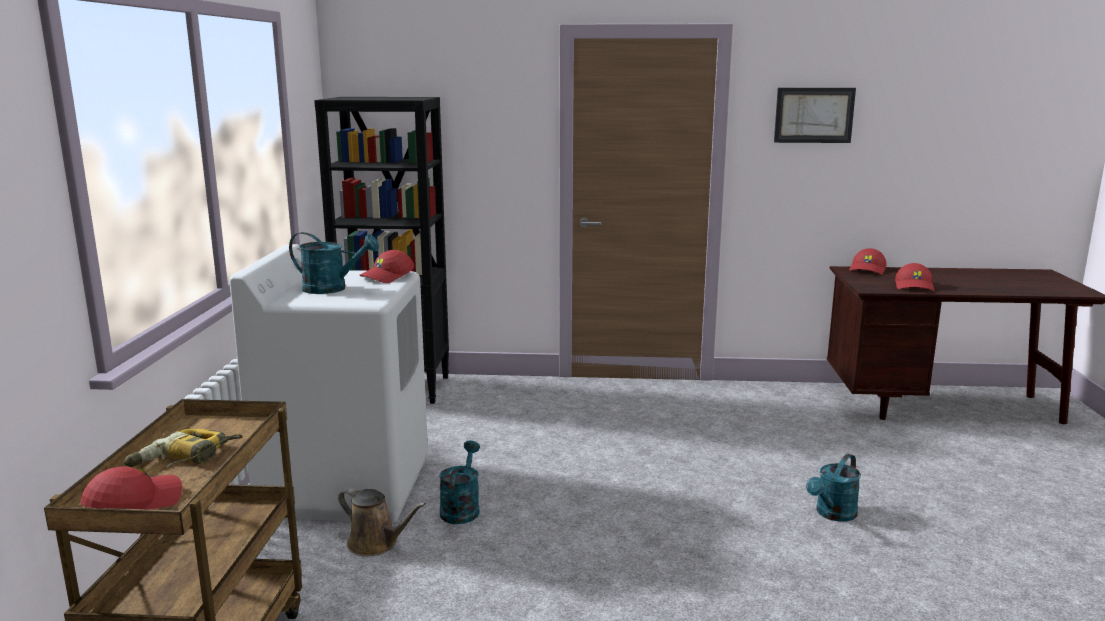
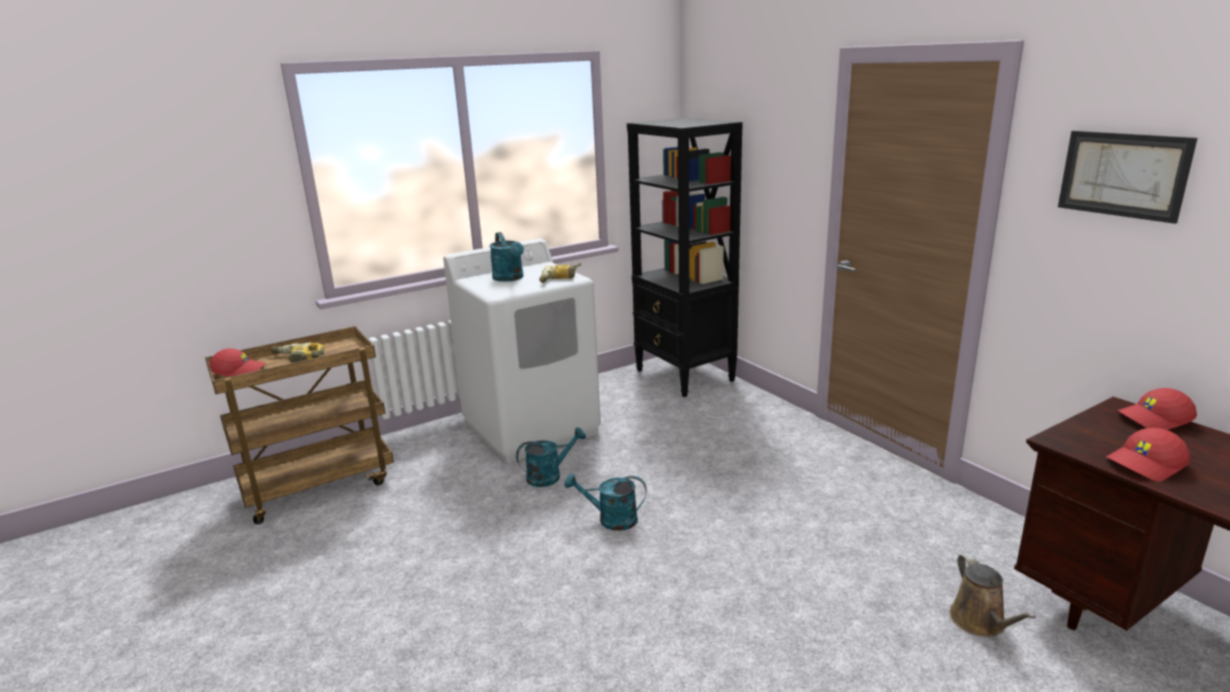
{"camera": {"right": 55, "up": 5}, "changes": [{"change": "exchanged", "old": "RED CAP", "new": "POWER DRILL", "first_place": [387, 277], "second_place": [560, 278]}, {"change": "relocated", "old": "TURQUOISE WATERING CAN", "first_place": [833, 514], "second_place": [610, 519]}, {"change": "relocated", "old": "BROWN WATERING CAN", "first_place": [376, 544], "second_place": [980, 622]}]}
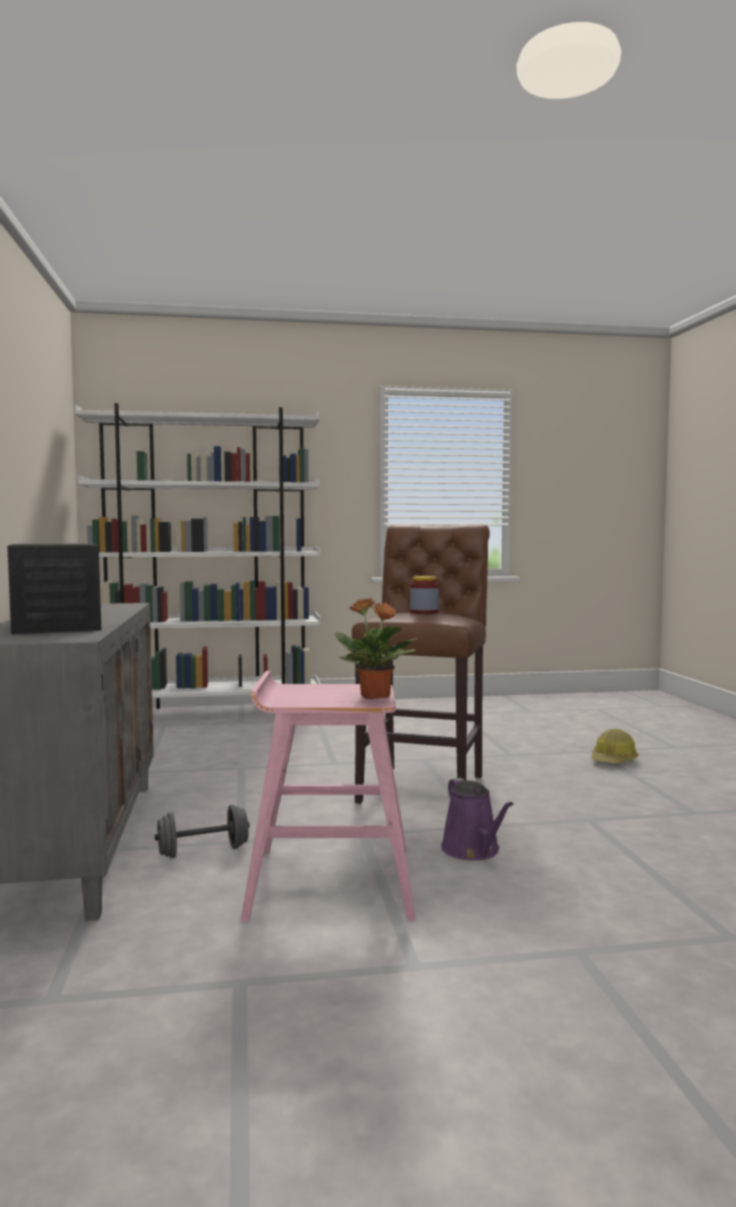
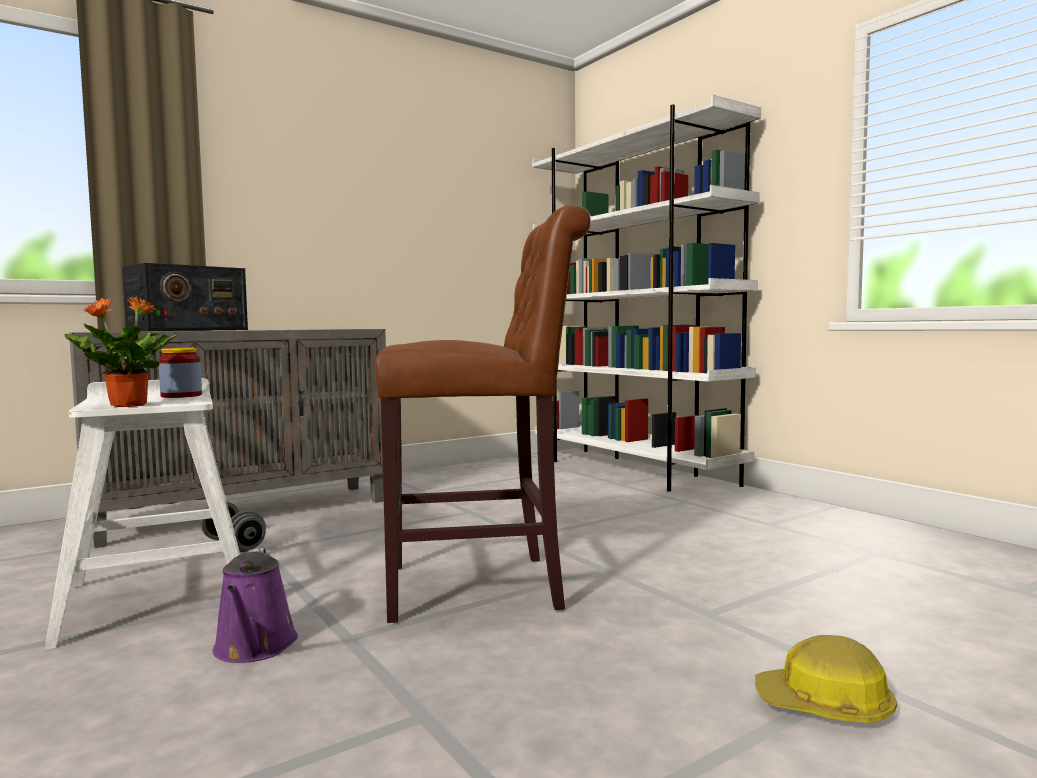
{"camera": {"right": 65, "up": 0}, "changes": [{"change": "colour", "old": "PINK STOOL", "new": "WHITE STOOL", "first_place": [329, 881], "second_place": [159, 597]}, {"change": "relocated", "old": "JAR", "first_place": [424, 612], "second_place": [181, 396]}, {"change": "spun", "old": "PURPLE WATERING CAN", "first_place": [473, 851], "second_place": [255, 648], "degrees": -60}]}
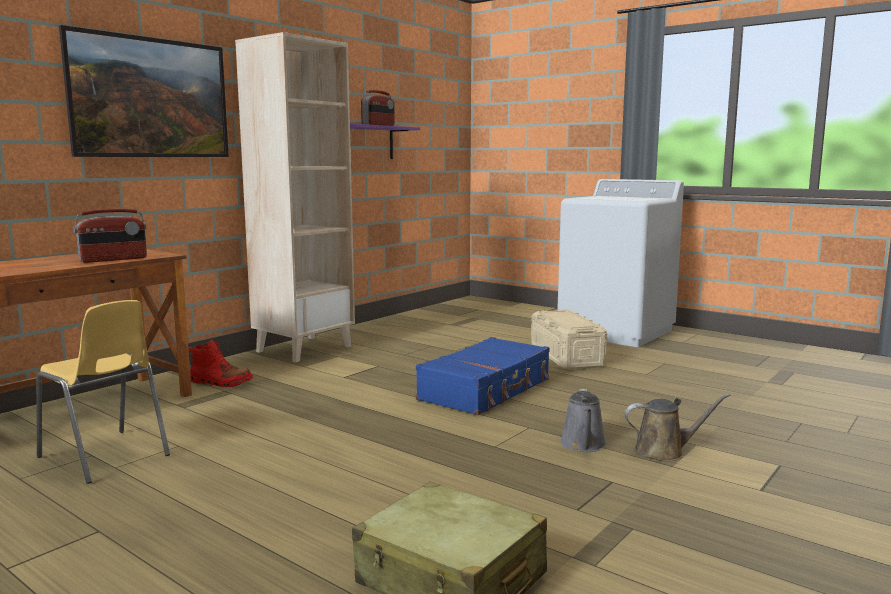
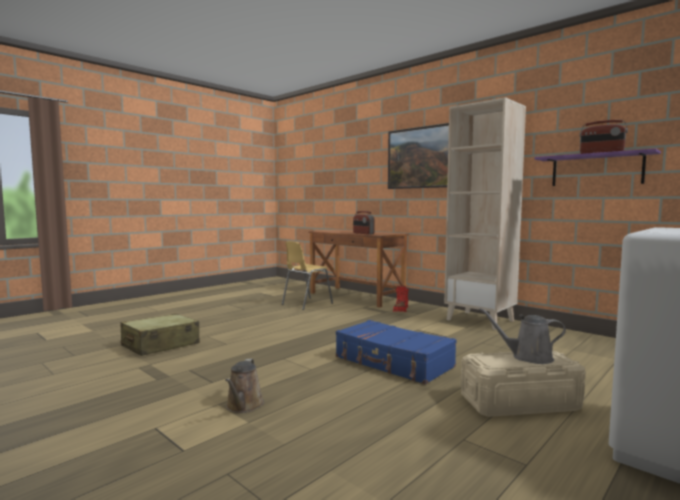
{"camera": {"right": 95, "up": -5}, "changes": [{"change": "relocated", "old": "GREY WATERING CAN", "first_place": [583, 445], "second_place": [528, 357]}]}
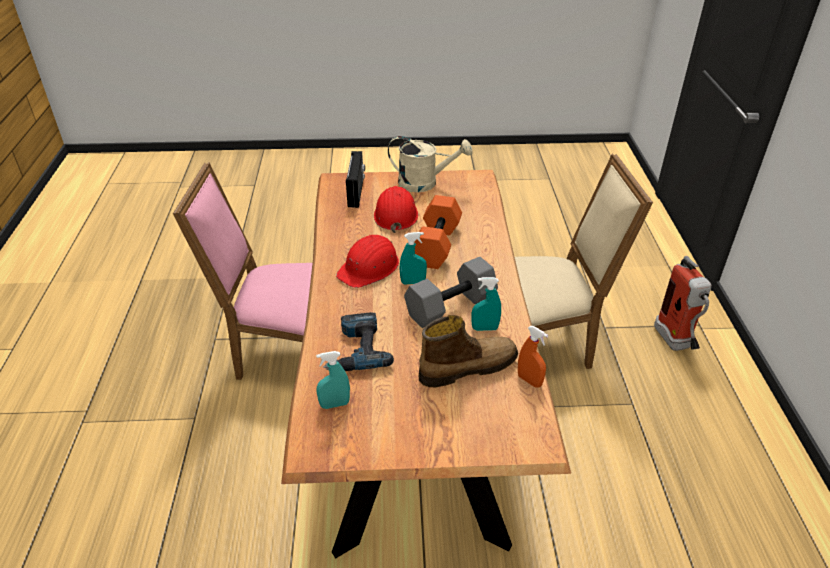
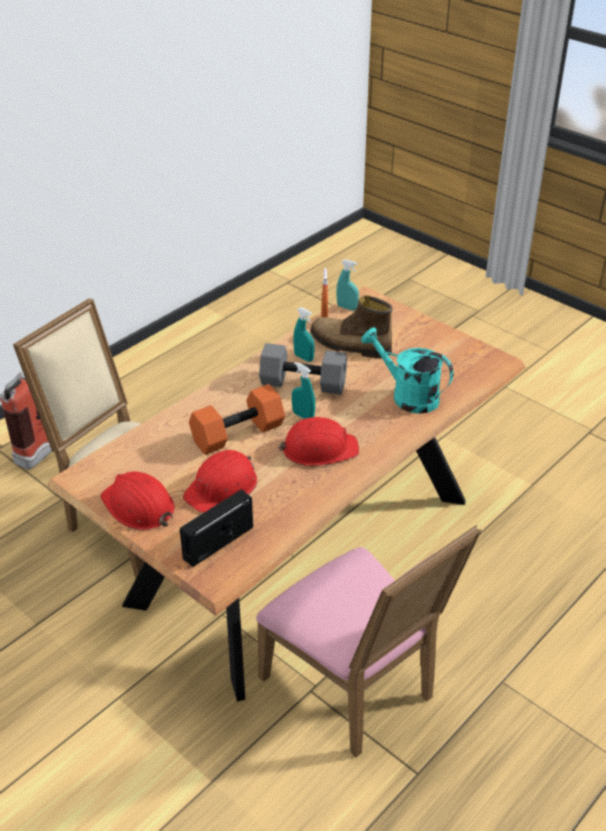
{"camera": {"right": -135, "up": 0}, "changes": [{"change": "exchanged", "old": "BEIGE WATERING CAN", "new": "RED HARD HAT", "first_place": [425, 183], "second_place": [138, 506]}, {"change": "relocated", "old": "TURQUOISE SPRAY BOTTLE", "first_place": [334, 404], "second_place": [347, 307]}, {"change": "exchanged", "old": "POWER DRILL", "new": "TURQUOISE WATERING CAN", "first_place": [356, 349], "second_place": [407, 395]}]}
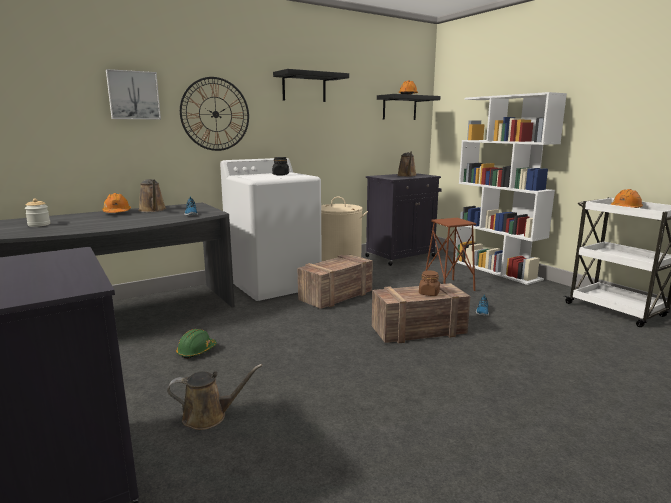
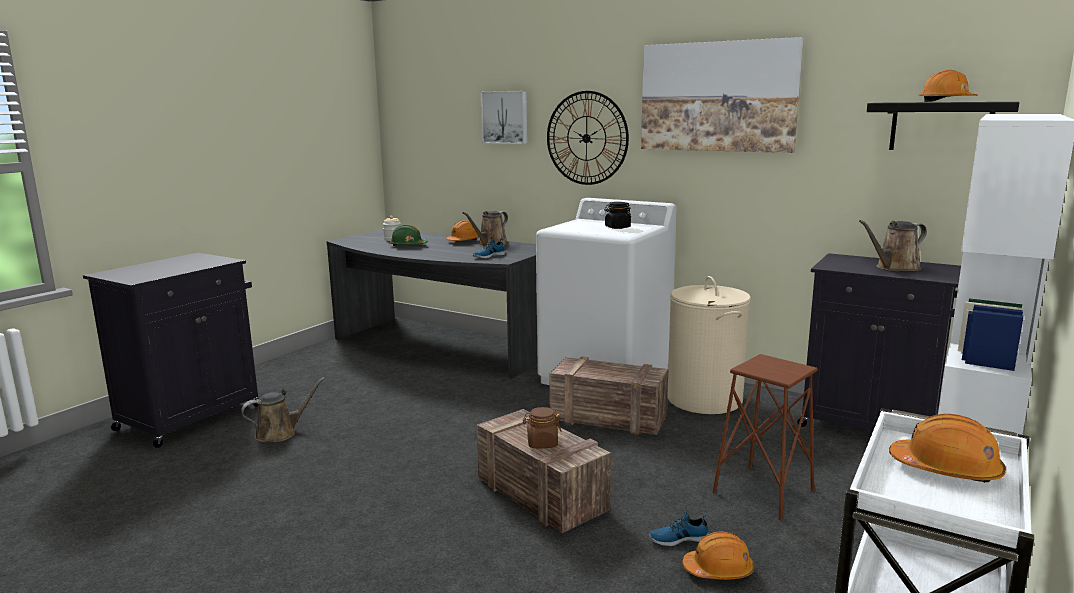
{"camera": {"right": 65, "up": 0}, "changes": [{"change": "spun", "old": "BROWN WATERING CAN", "first_place": [209, 416], "second_place": [280, 433], "degrees": -90}, {"change": "relocated", "old": "GREEN HARD HAT", "first_place": [196, 351], "second_place": [408, 246]}, {"change": "exchanged", "old": "BLACK SHELF", "new": "PICTURE", "first_place": [304, 87], "second_place": [718, 97]}, {"change": "appeared", "new": "ORANGE HARD HAT", "second_place": [718, 570]}]}
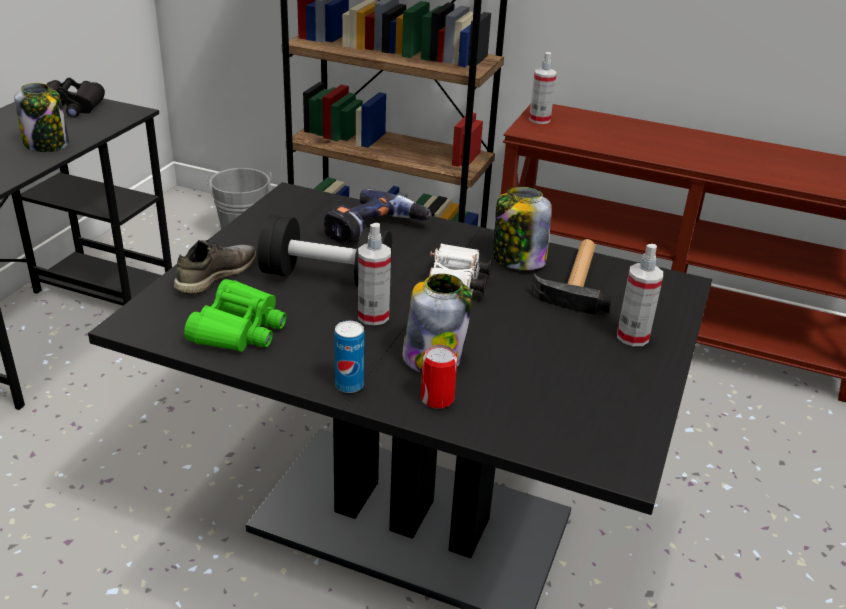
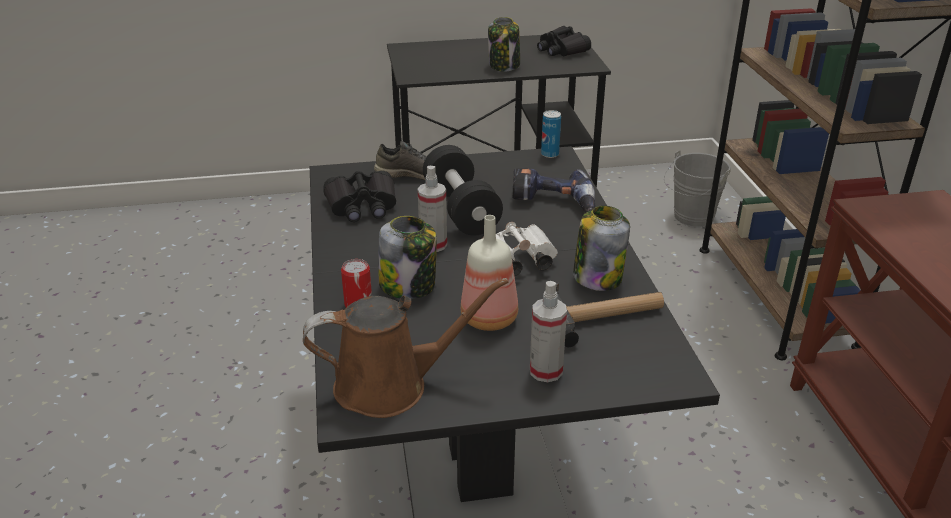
{"camera": {"right": 60, "up": 0}, "changes": [{"change": "appeared", "new": "BROWN WATERING CAN", "second_place": [390, 385]}, {"change": "colour", "old": "GREEN BINOCULARS", "new": "BLACK BINOCULARS", "first_place": [239, 329], "second_place": [362, 206]}, {"change": "appeared", "new": "BOTTLE", "second_place": [491, 318]}, {"change": "relocated", "old": "CAN", "first_place": [349, 385], "second_place": [550, 154]}, {"change": "missing", "old": "SPRAY BOTTLE", "first_place": [539, 120]}]}
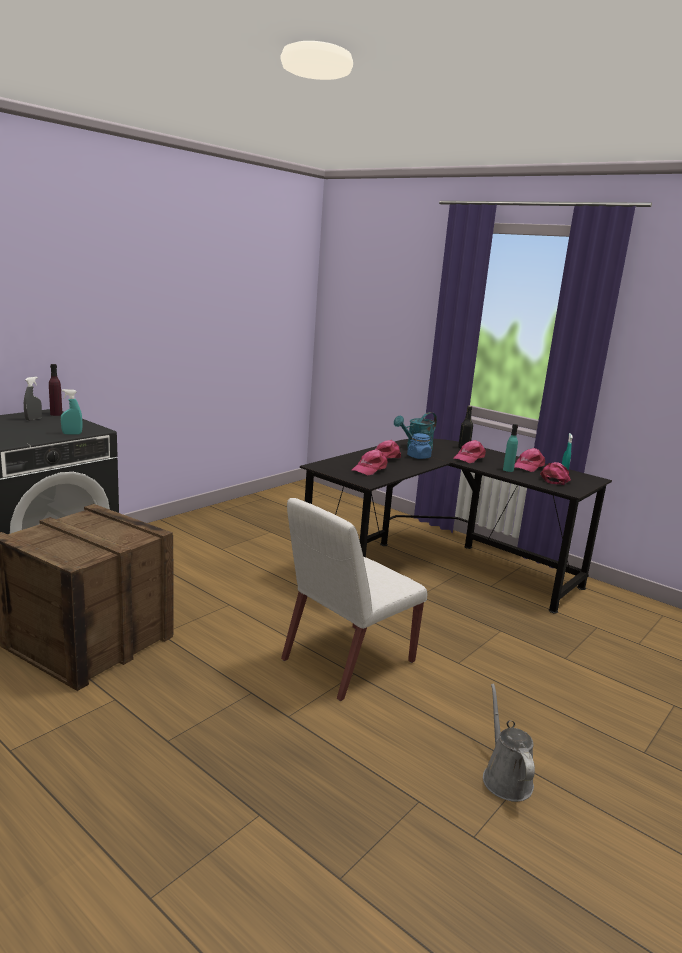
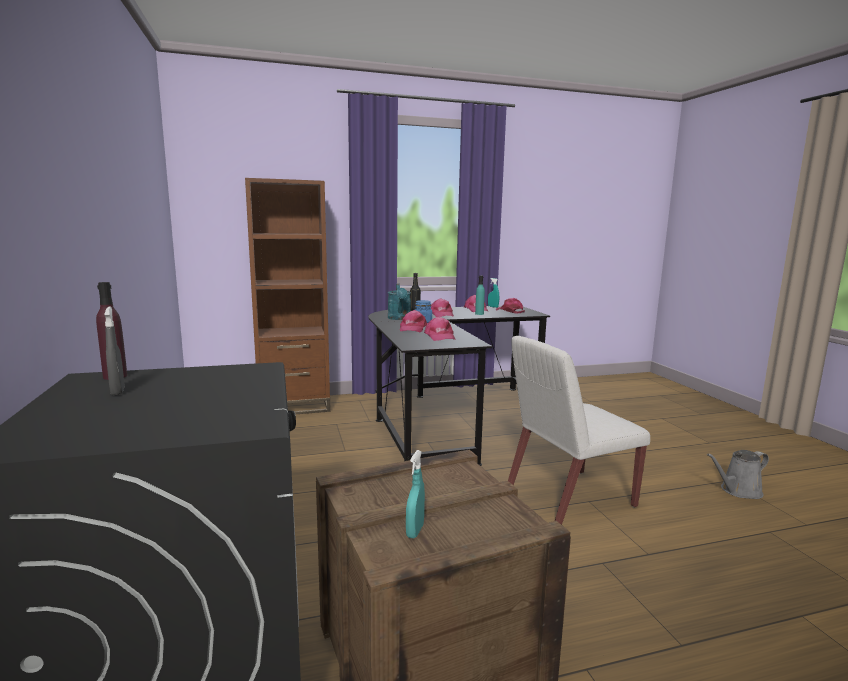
{"camera": {"right": -55, "up": -5}, "changes": [{"change": "appeared", "new": "BROWN BOOKCASE", "second_place": [294, 406]}, {"change": "relocated", "old": "TURQUOISE SPRAY BOTTLE", "first_place": [72, 434], "second_place": [415, 531]}, {"change": "spun", "old": "WHITE CHAIR", "first_place": [347, 661], "second_place": [568, 498], "degrees": 75}, {"change": "spun", "old": "GREY WATERING CAN", "first_place": [505, 778], "second_place": [738, 491], "degrees": -45}]}
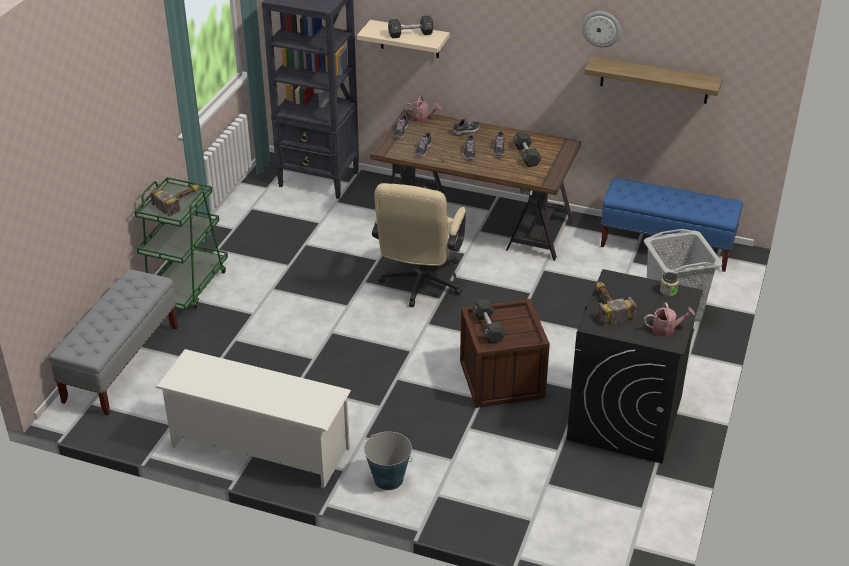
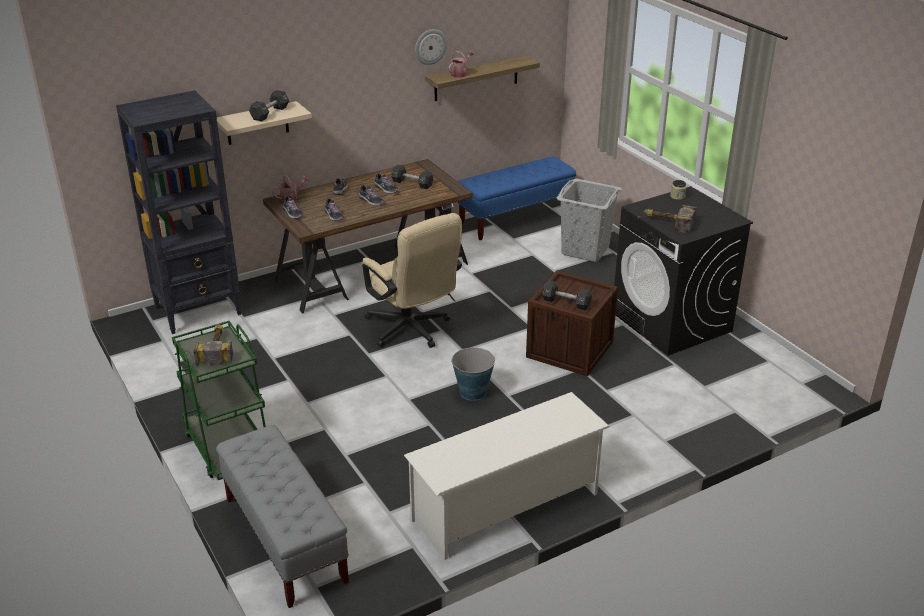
{"camera": {"right": -50, "up": -5}, "changes": [{"change": "relocated", "old": "WATERING CAN", "first_place": [667, 329], "second_place": [460, 74]}, {"change": "relocated", "old": "BUCKET", "first_place": [388, 479], "second_place": [472, 392]}]}
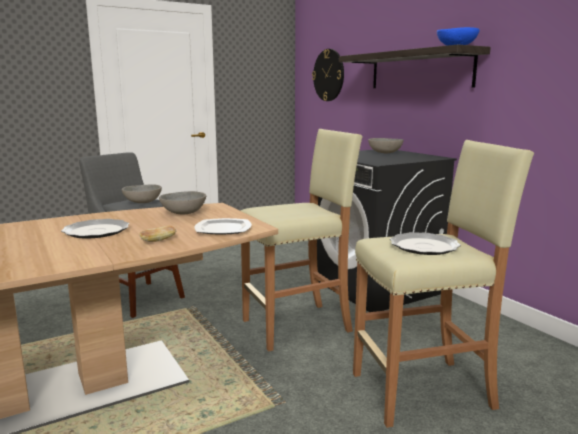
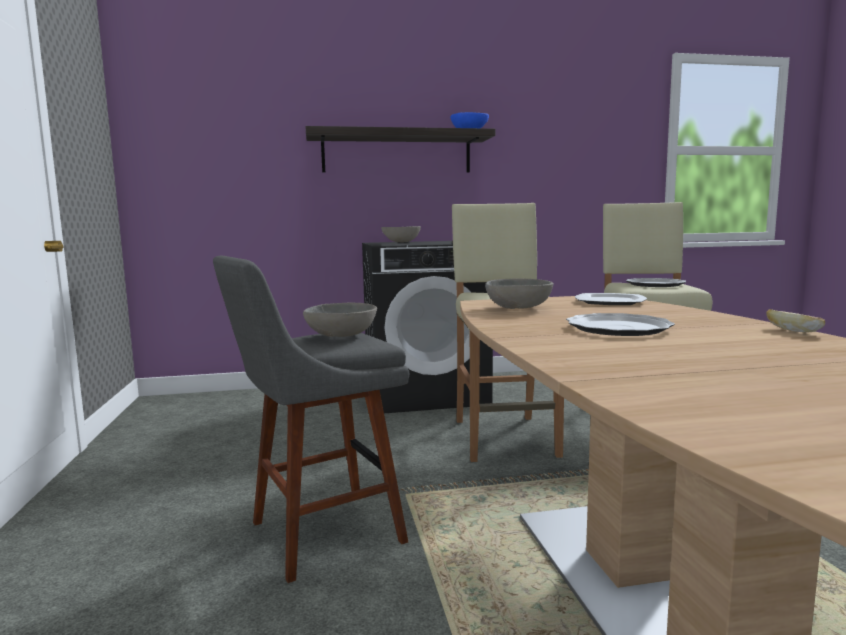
{"camera": {"right": -70, "up": -5}, "changes": [{"change": "relocated", "old": "BREAD", "first_place": [158, 240], "second_place": [793, 331]}, {"change": "missing", "old": "WALL CLOCK", "first_place": [329, 75]}]}
